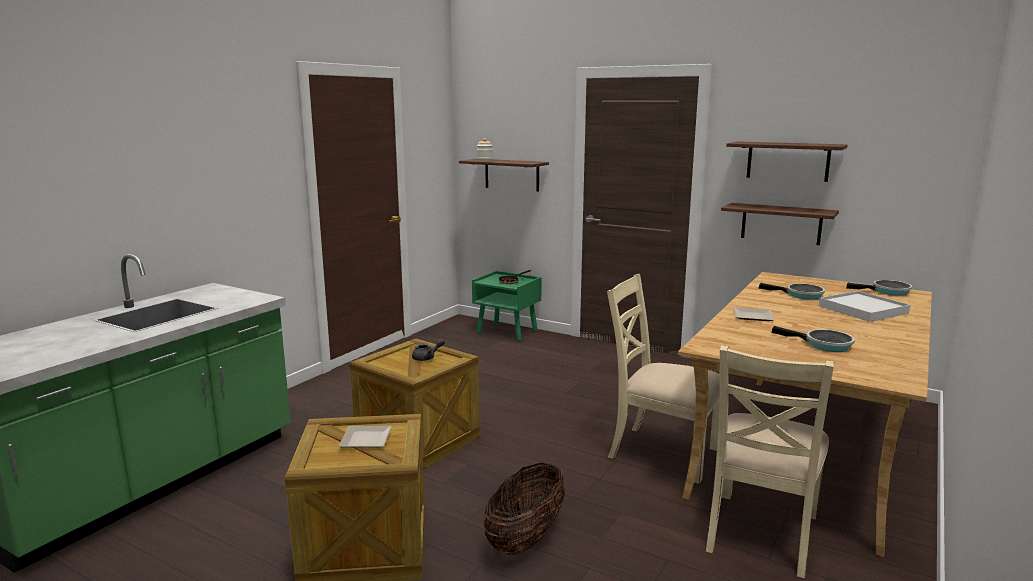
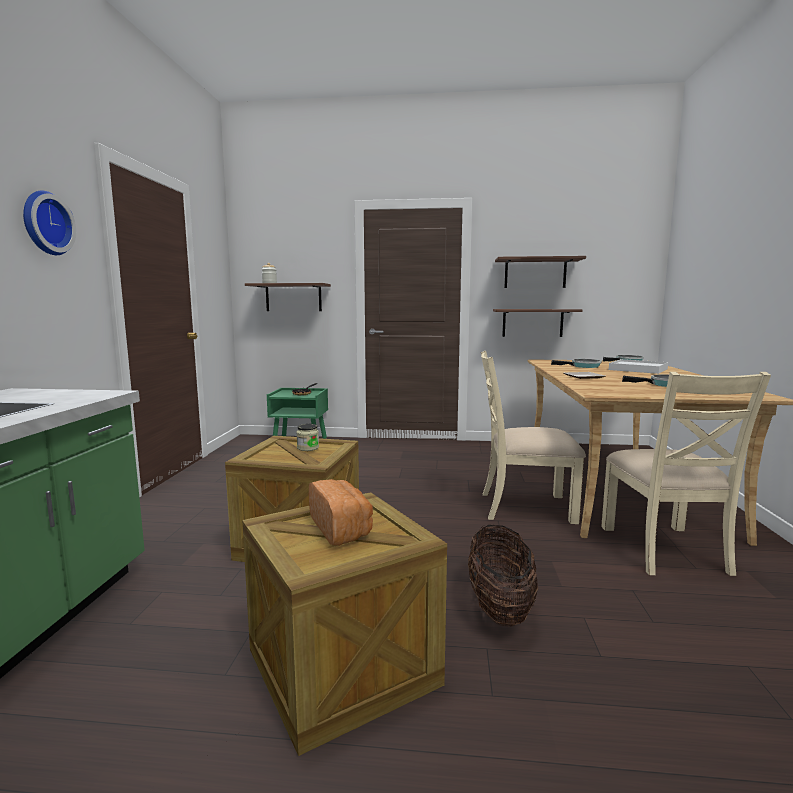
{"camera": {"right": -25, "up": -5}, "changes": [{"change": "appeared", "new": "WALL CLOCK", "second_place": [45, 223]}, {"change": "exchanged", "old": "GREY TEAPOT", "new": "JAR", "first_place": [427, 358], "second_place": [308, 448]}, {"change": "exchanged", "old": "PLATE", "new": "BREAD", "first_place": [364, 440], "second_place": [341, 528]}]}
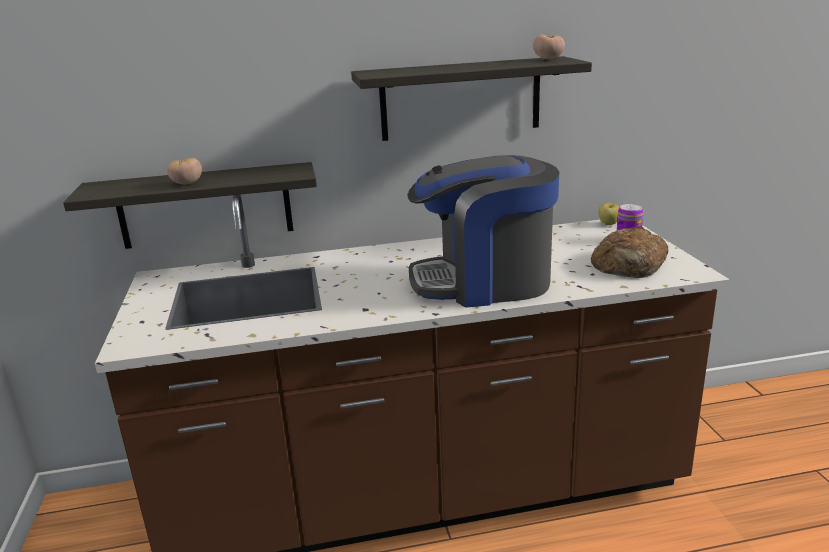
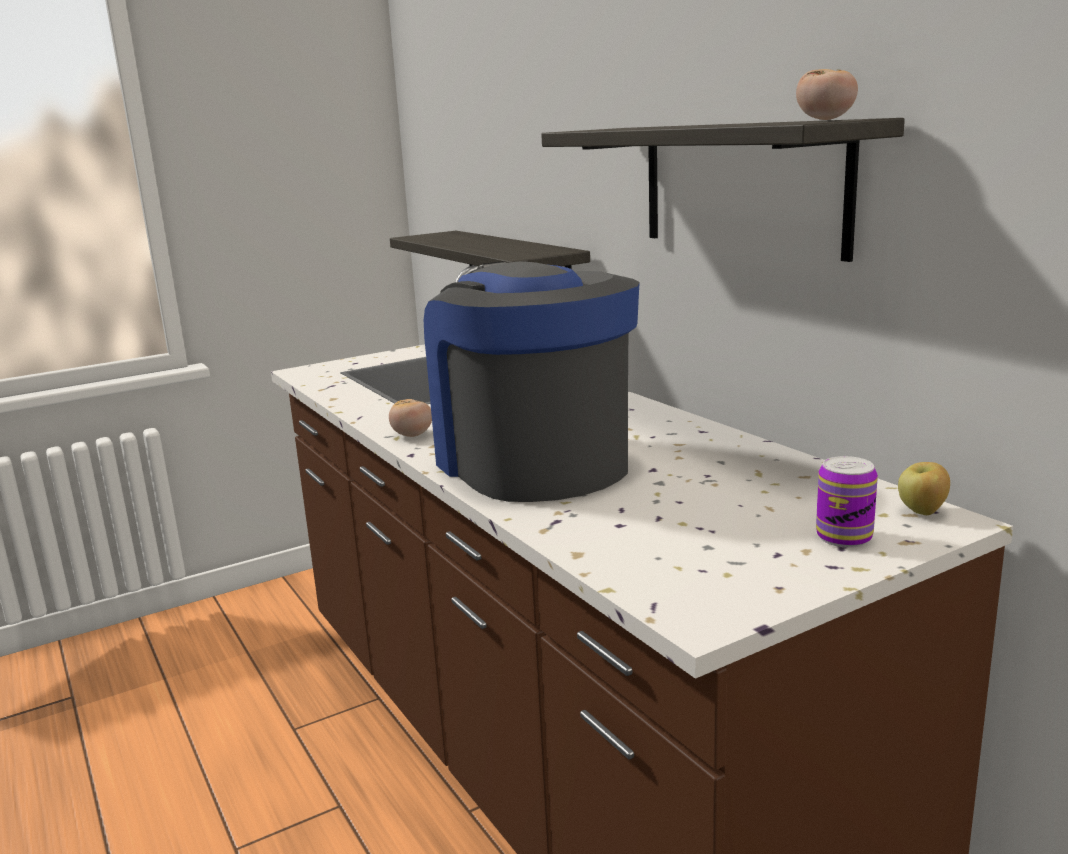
{"camera": {"right": 70, "up": -5}, "changes": [{"change": "relocated", "old": "TOMATO", "first_place": [187, 184], "second_place": [412, 435]}, {"change": "missing", "old": "BREAD", "first_place": [630, 263]}]}
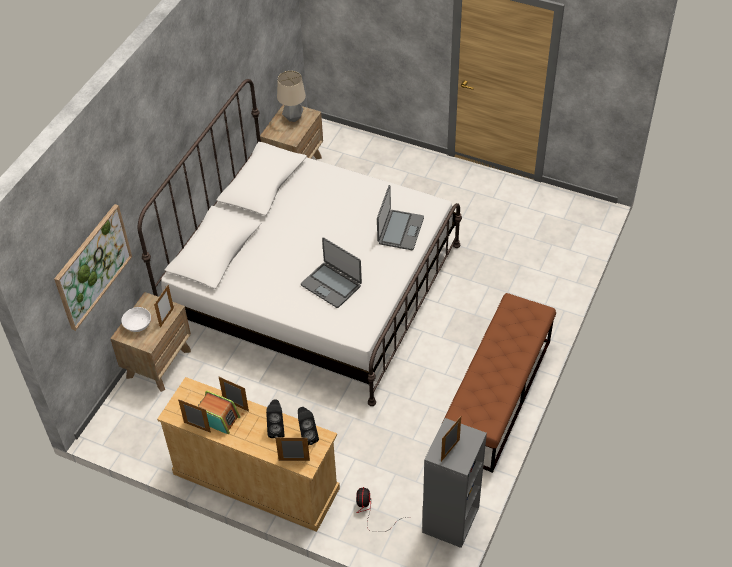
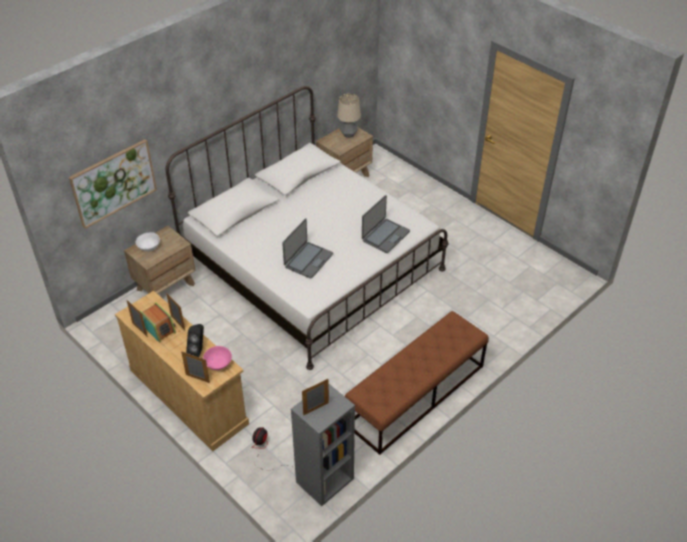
{"camera": {"right": 20, "up": -5}, "changes": [{"change": "exchanged", "old": "BLACK SPEAKER", "new": "PINK BOWL", "first_place": [307, 436], "second_place": [218, 363]}, {"change": "spun", "old": "LAPTOP", "first_place": [331, 285], "second_place": [308, 260], "degrees": -120}, {"change": "missing", "old": "PICTURE FRAME", "first_place": [166, 317]}]}
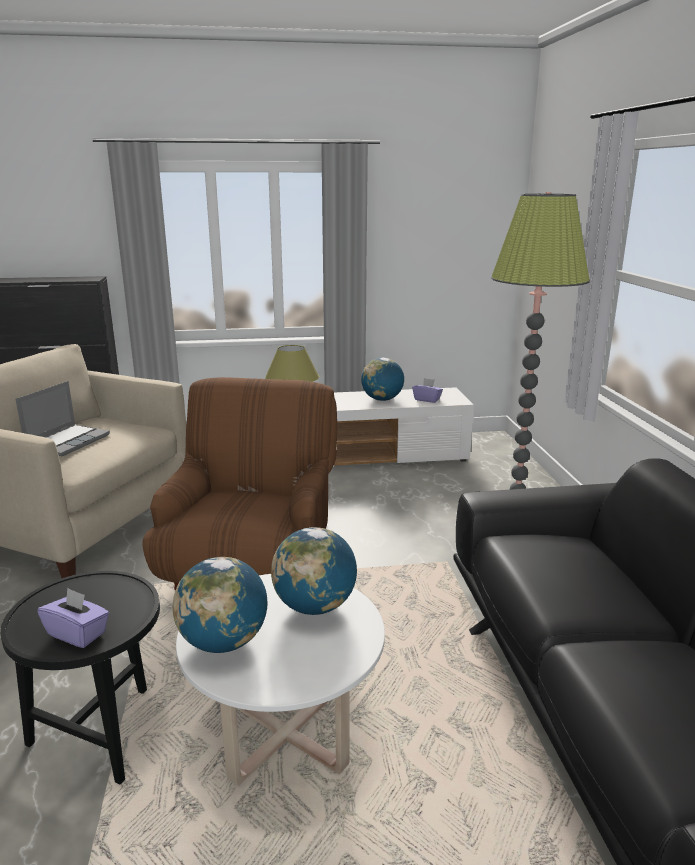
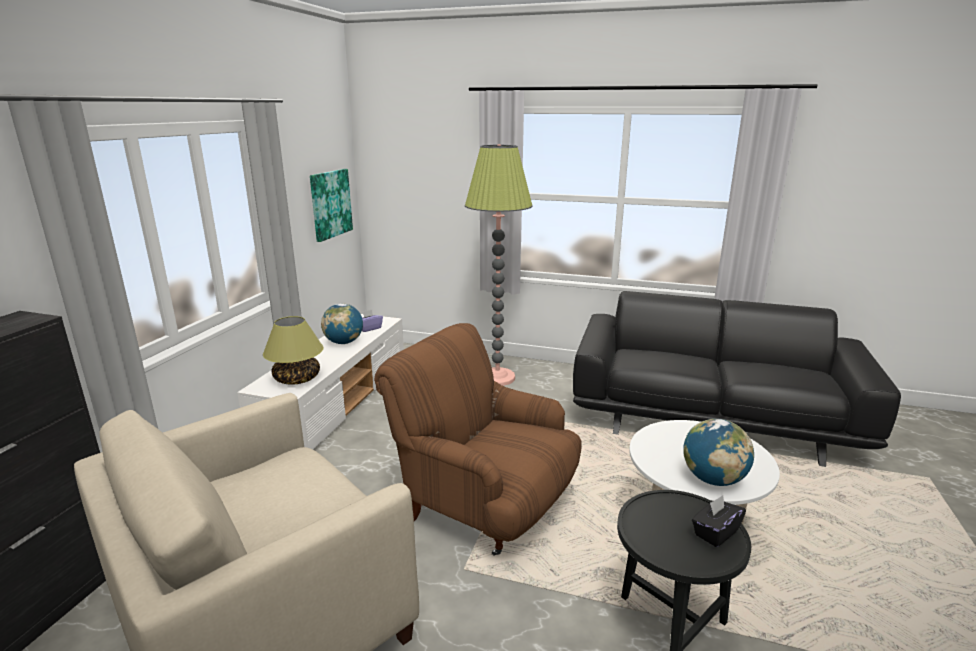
{"camera": {"right": -65, "up": 0}, "changes": [{"change": "appeared", "new": "PICTURE", "second_place": [330, 204]}, {"change": "colour", "old": "PURPLE TISSUE BOX", "new": "BLACK TISSUE BOX", "first_place": [77, 633], "second_place": [715, 532]}, {"change": "missing", "old": "LAPTOP", "first_place": [68, 441]}, {"change": "missing", "old": "GLOBE", "first_place": [315, 606]}]}
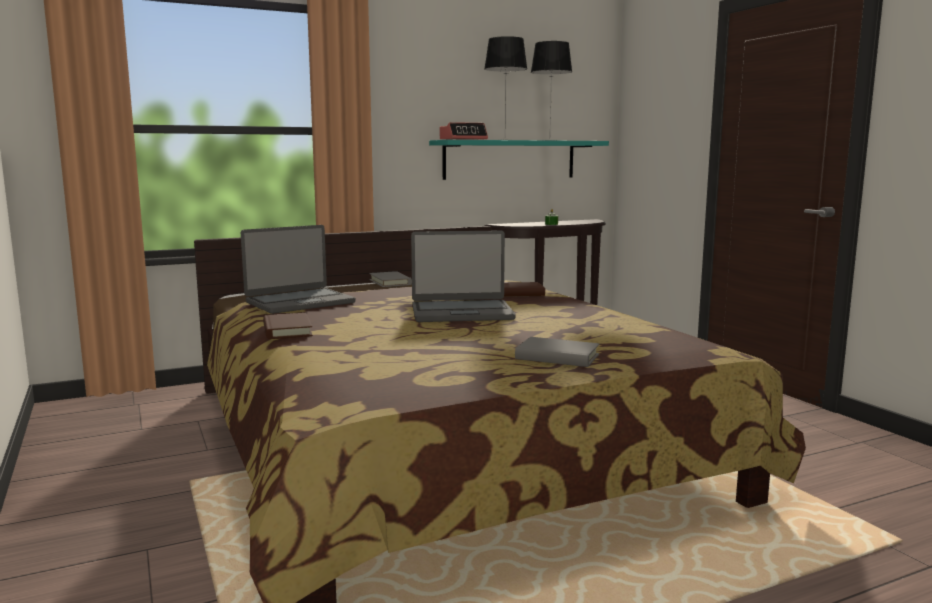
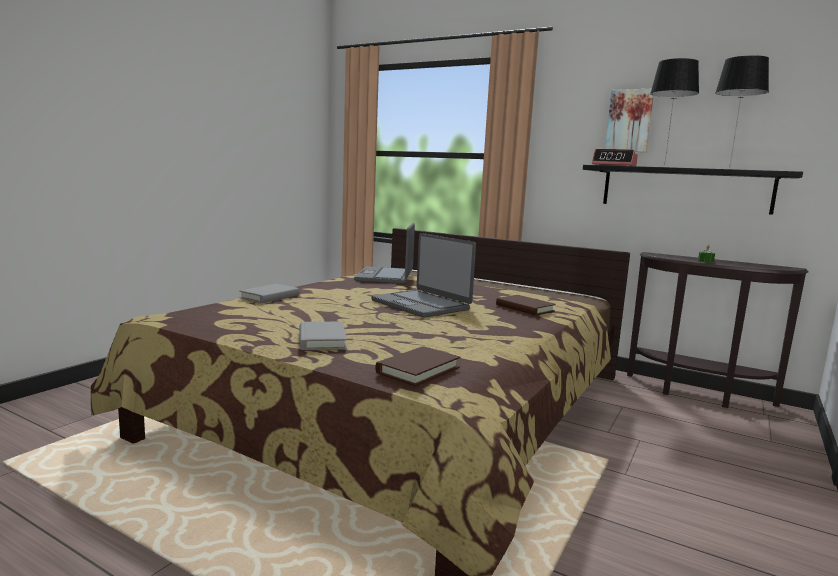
{"camera": {"right": 55, "up": 0}, "changes": [{"change": "relocated", "old": "GREY BOOK", "first_place": [390, 282], "second_place": [270, 297]}, {"change": "spun", "old": "LAPTOP", "first_place": [299, 302], "second_place": [385, 276], "degrees": 75}, {"change": "relocated", "old": "BROWN BOOK", "first_place": [287, 330], "second_place": [418, 370]}, {"change": "colour", "old": "TURQUOISE SHELF", "new": "BLACK SHELF", "first_place": [510, 159], "second_place": [685, 189]}, {"change": "appeared", "new": "PICTURE", "second_place": [629, 121]}]}
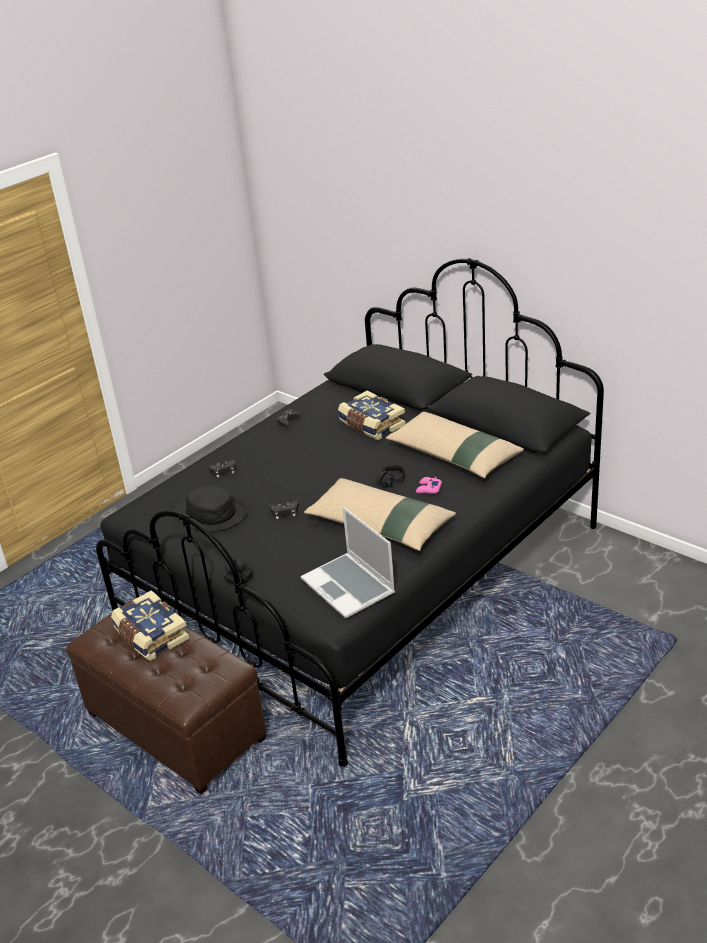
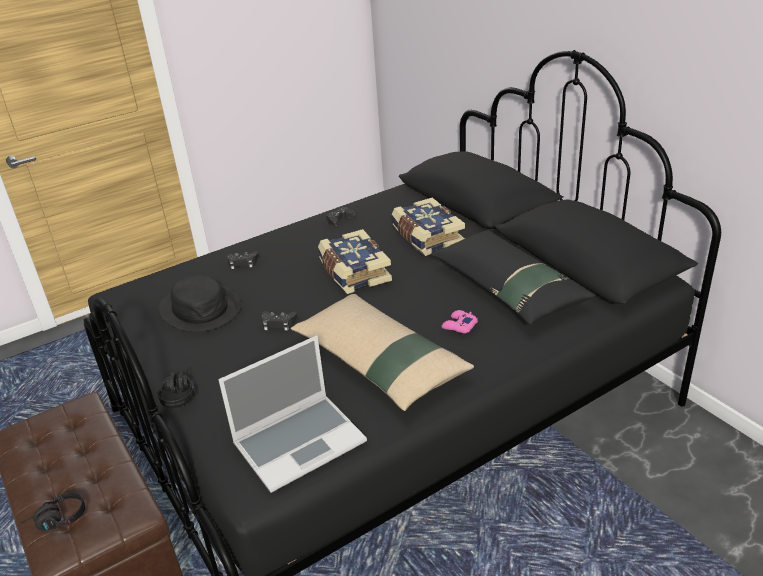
{"camera": {"right": 15, "up": 0}, "changes": [{"change": "relocated", "old": "BLACK HEADPHONES", "first_place": [388, 483], "second_place": [56, 521]}, {"change": "spun", "old": "LAPTOP", "first_place": [350, 587], "second_place": [300, 442], "degrees": -105}, {"change": "relocated", "old": "BOOK", "first_place": [150, 636], "second_place": [353, 273]}, {"change": "colour", "old": "BEIGE PILLOW", "new": "BLACK PILLOW", "first_place": [453, 455], "second_place": [507, 288]}]}
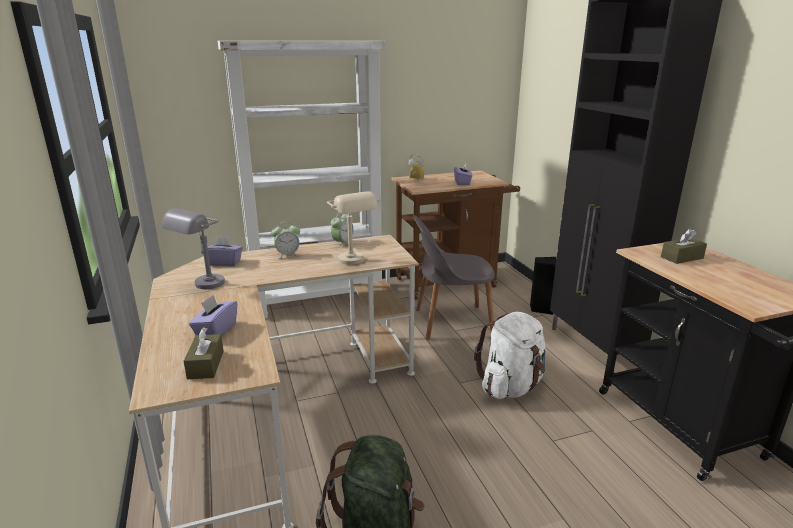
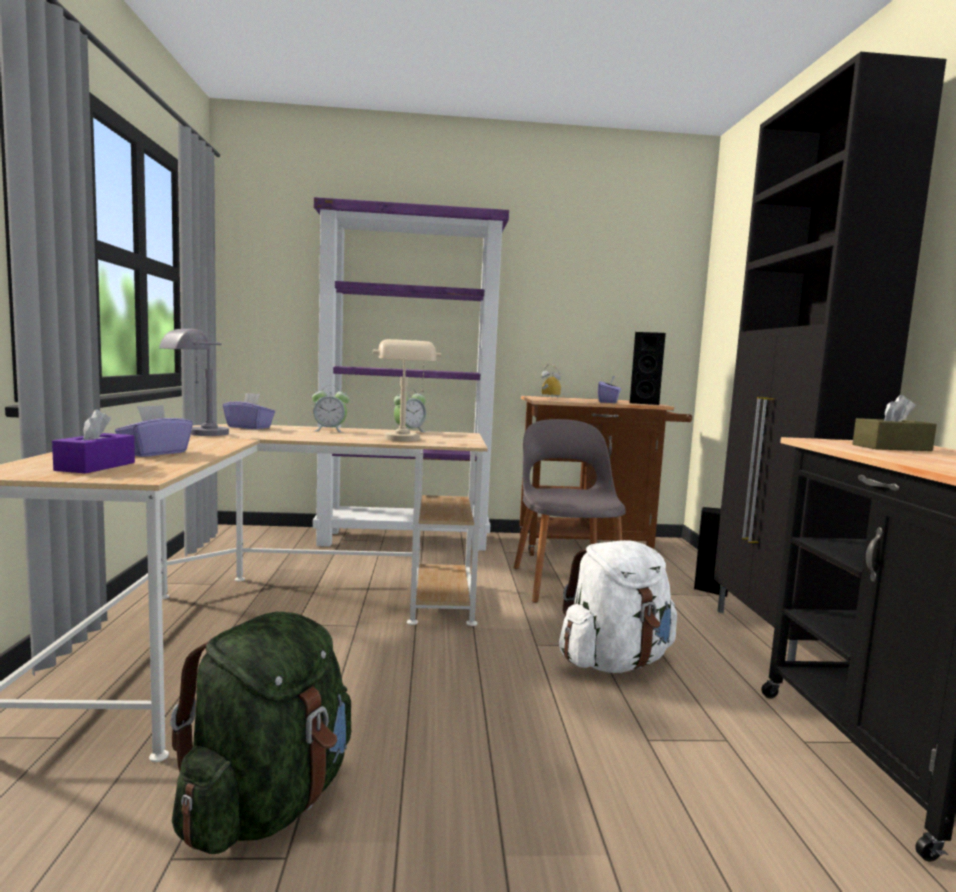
{"camera": {"right": 15, "up": -15}, "changes": [{"change": "colour", "old": "BROWN TISSUE BOX", "new": "PURPLE TISSUE BOX", "first_place": [206, 365], "second_place": [96, 466]}, {"change": "colour", "old": "WHITE BOOKCASE", "new": "PURPLE BOOKCASE", "first_place": [318, 300], "second_place": [404, 540]}, {"change": "spun", "old": "GREY CHAIR", "first_place": [450, 322], "second_place": [565, 582], "degrees": 75}, {"change": "appeared", "new": "BLACK SPEAKER", "second_place": [644, 403]}]}
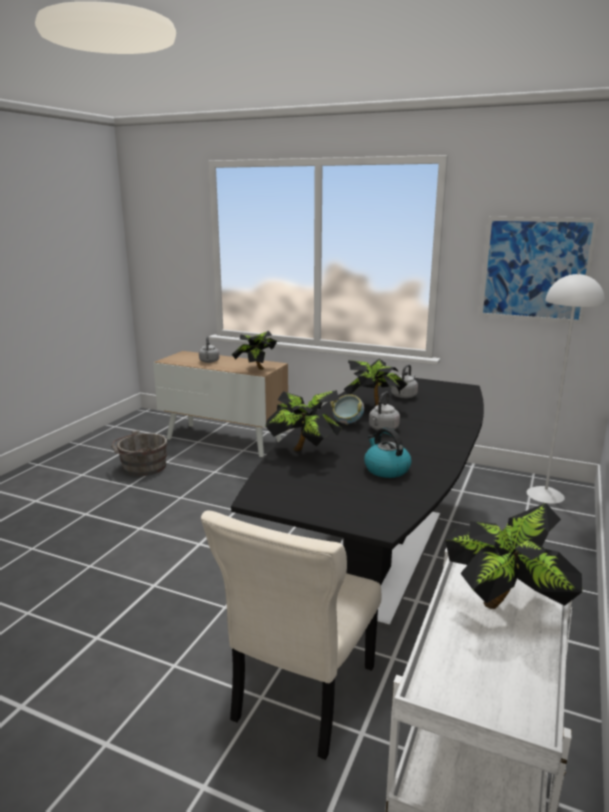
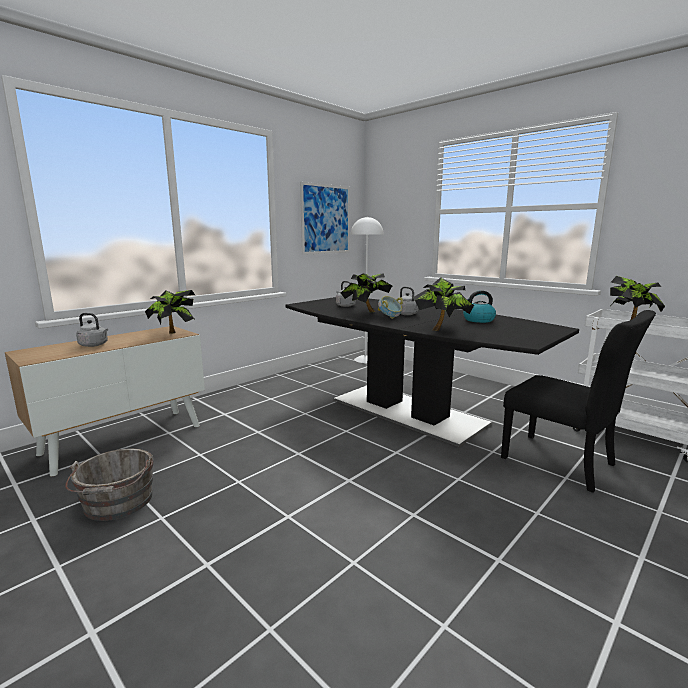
{"camera": {"right": -70, "up": -5}, "changes": [{"change": "colour", "old": "BEIGE CHAIR", "new": "BLACK CHAIR", "first_place": [301, 696], "second_place": [562, 463]}]}
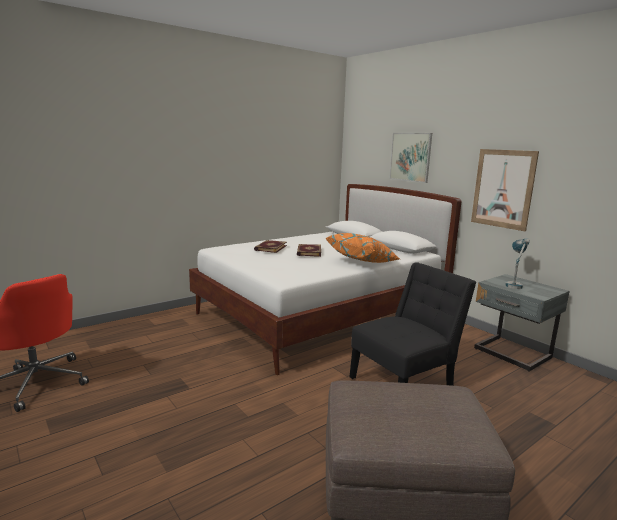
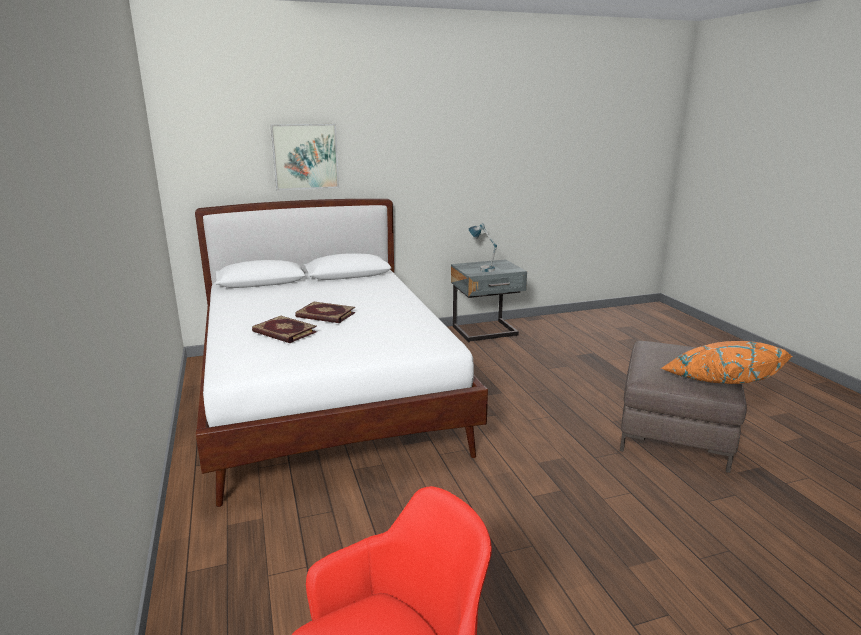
{"camera": {"right": -70, "up": 5}, "changes": [{"change": "relocated", "old": "ORANGE PILLOW", "first_place": [362, 261], "second_place": [720, 380]}, {"change": "missing", "old": "BLACK CHAIR", "first_place": [405, 382]}, {"change": "missing", "old": "PICTURE", "first_place": [503, 189]}]}
